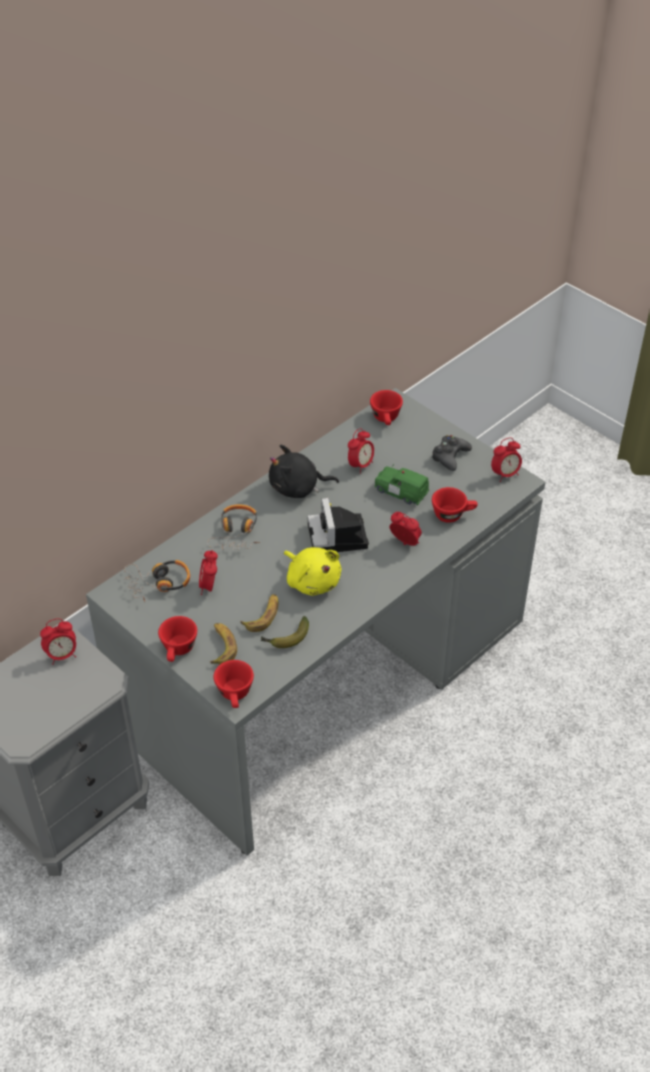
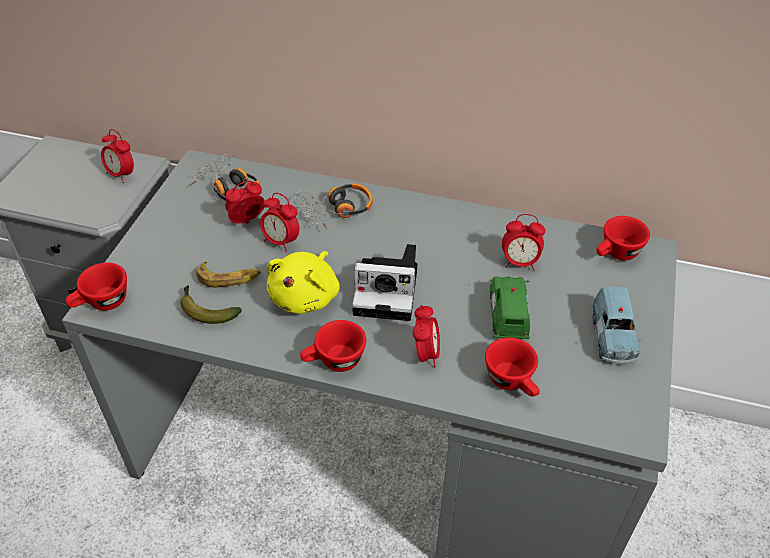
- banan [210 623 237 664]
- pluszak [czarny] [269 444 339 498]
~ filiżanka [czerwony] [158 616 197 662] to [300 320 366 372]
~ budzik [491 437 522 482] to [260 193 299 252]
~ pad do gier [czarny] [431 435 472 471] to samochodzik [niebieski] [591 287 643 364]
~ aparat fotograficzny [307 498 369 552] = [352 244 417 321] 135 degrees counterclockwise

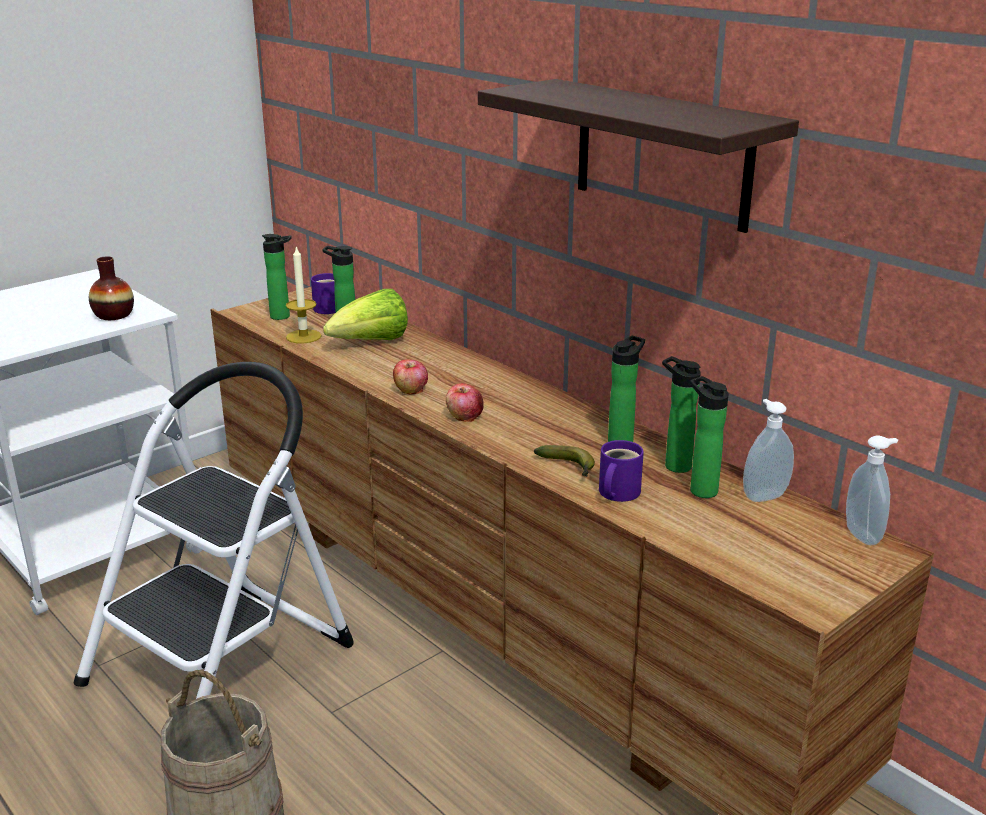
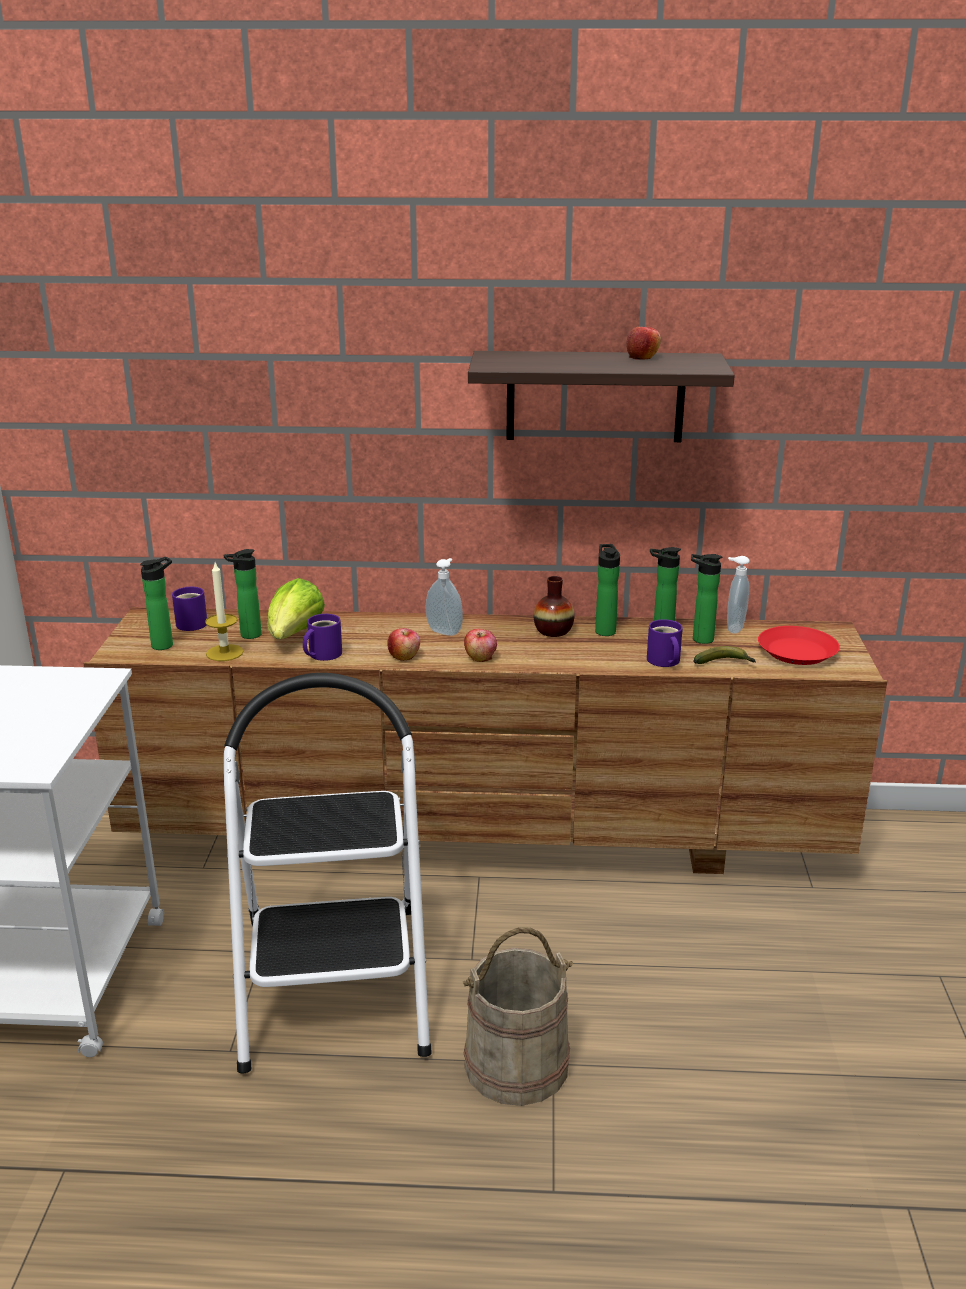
+ kubek [fioletowy] [303 614 342 661]
+ jabłko [626 327 661 360]
+ talerz [czerwony] [758 626 840 665]
~ wazon [89 256 134 320] to [533 576 575 637]
~ banan [534 445 595 477] to [693 646 756 664]
~ dozownik mydła [846 436 898 545] to [426 558 463 636]

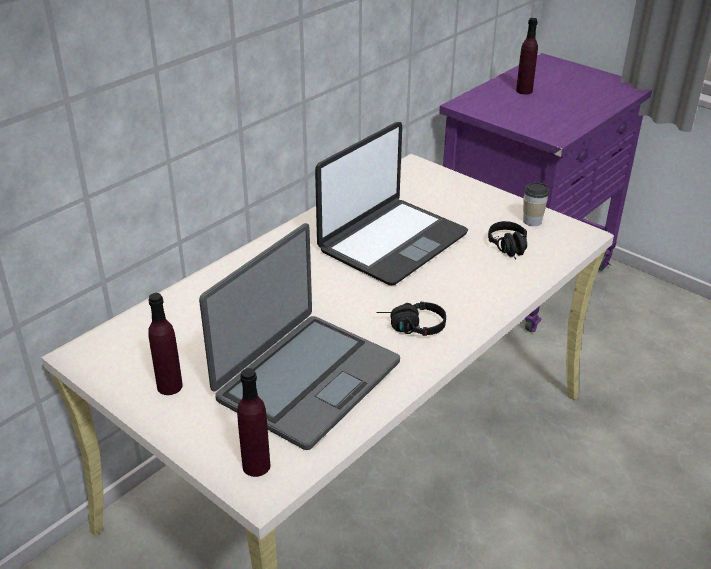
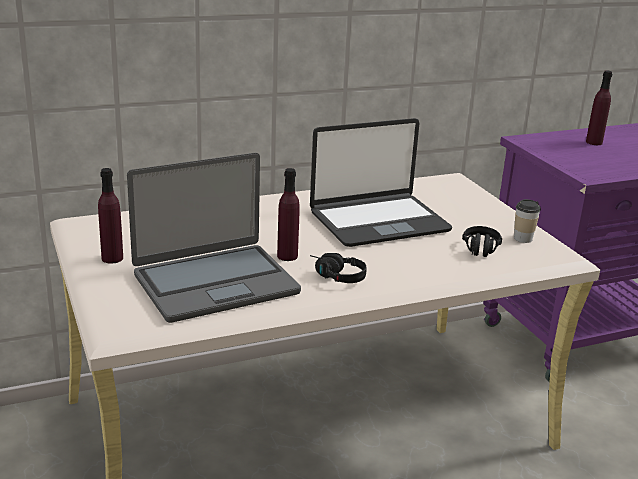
~ butelka [fioletowy] [237 368 270 477] to [277 168 300 261]

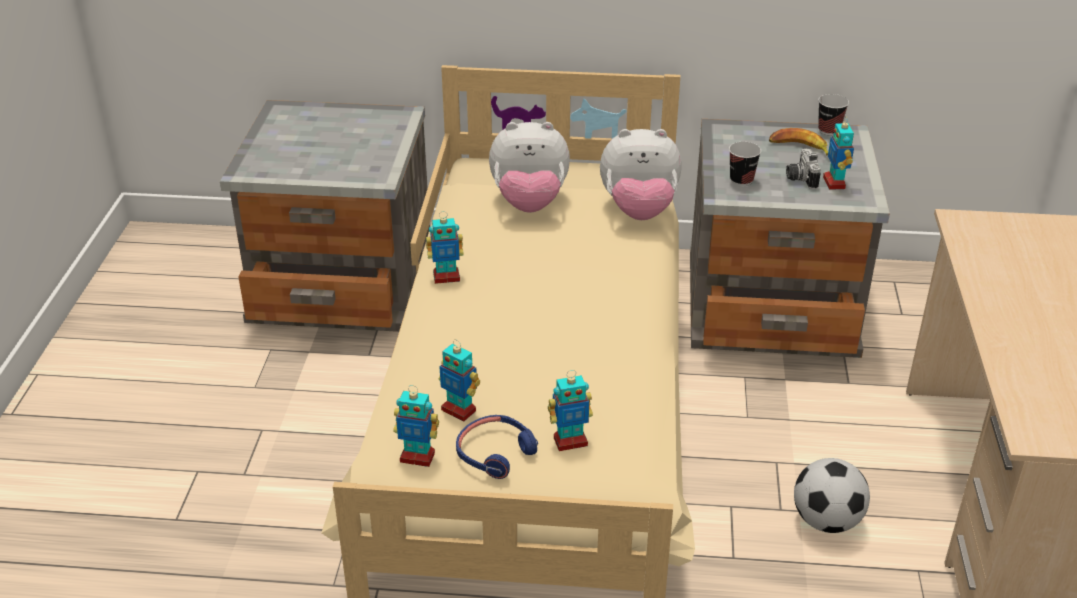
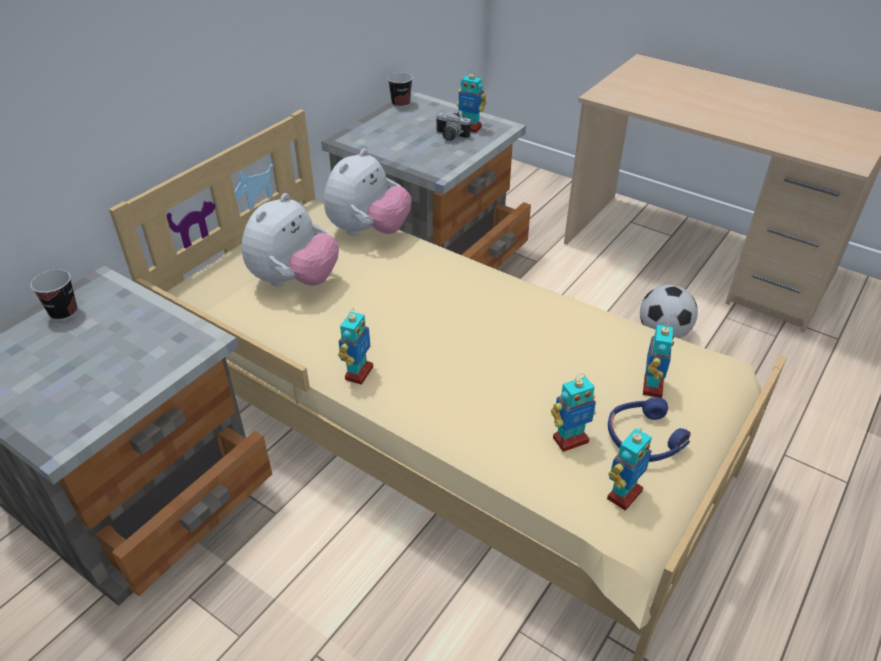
- banan [769 128 828 156]
~ filiżanka [729 142 761 186] to [31 270 77 321]

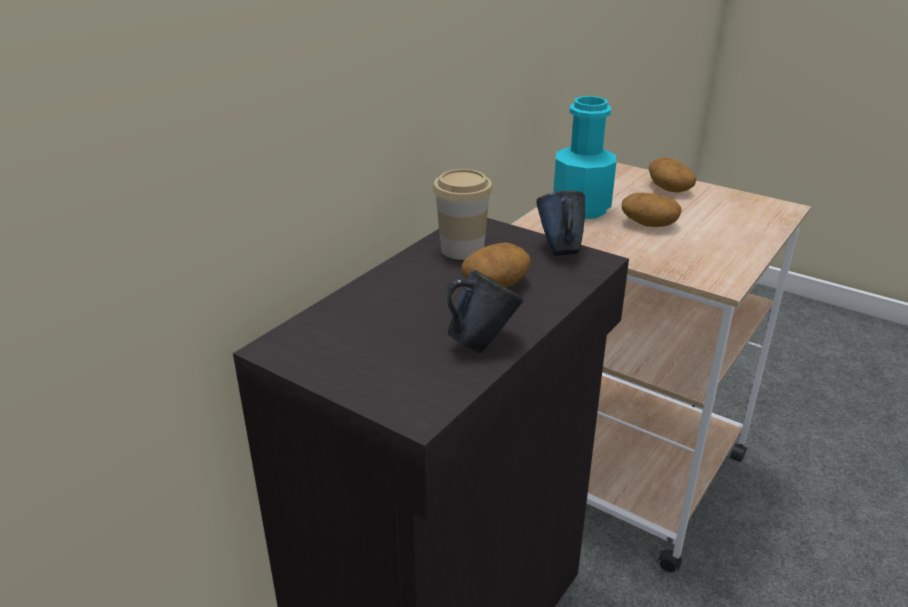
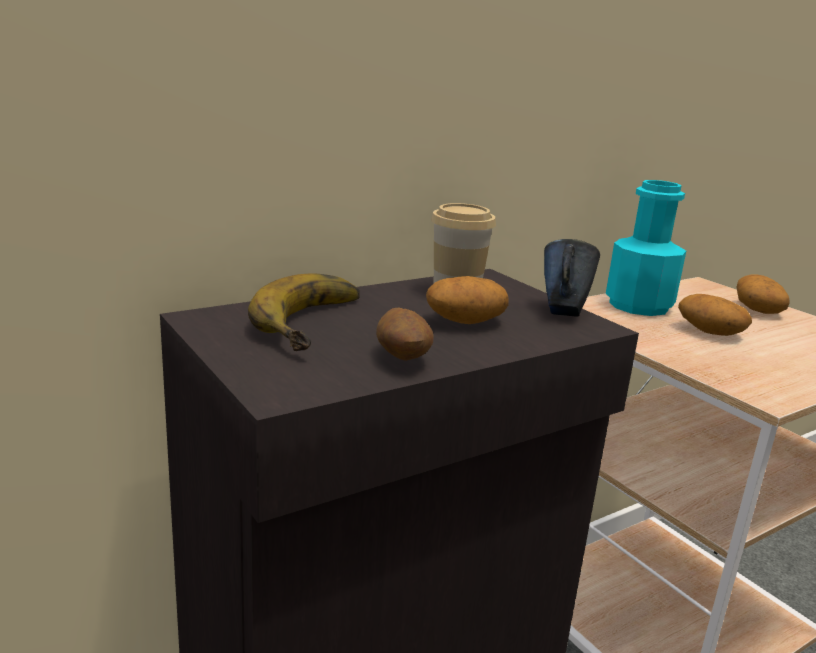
+ banan [248 273 360 351]
~ kubek [niebieski] [445 269 524 353] to ziemniak [376 307 434 361]

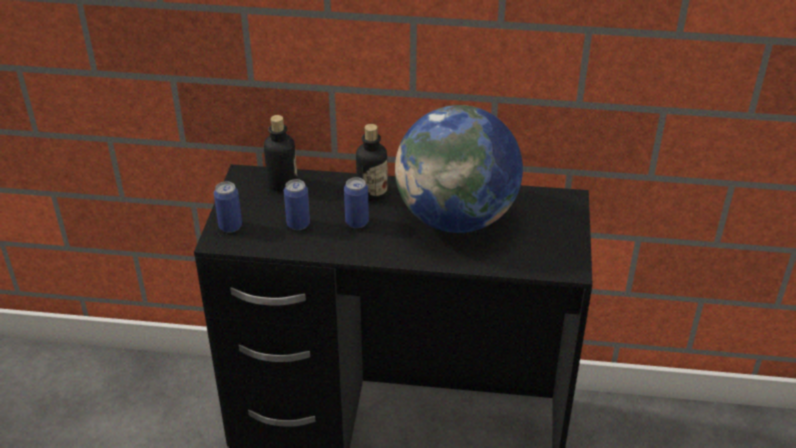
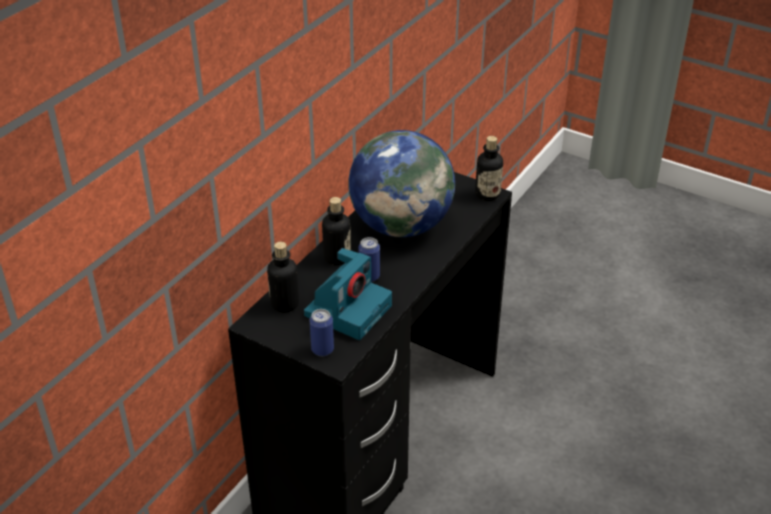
+ butelka [475 136 503 201]
~ puszka [284 179 310 230] to aparat fotograficzny [304 248 392 340]

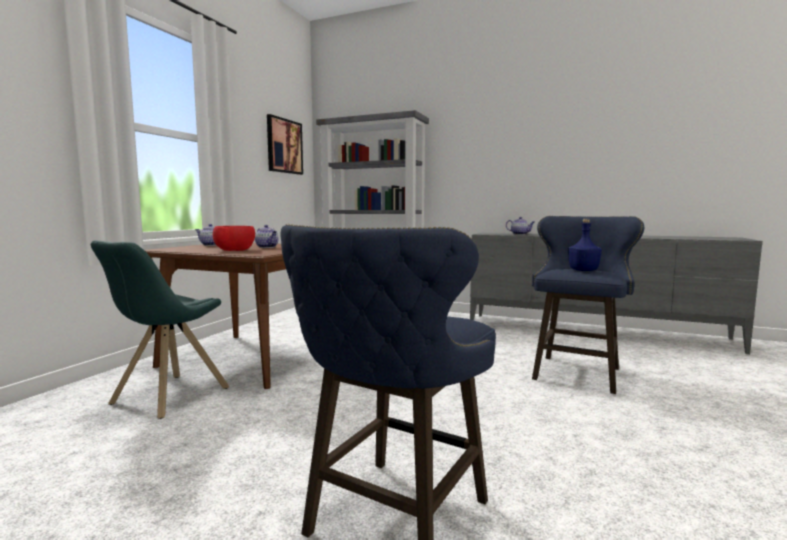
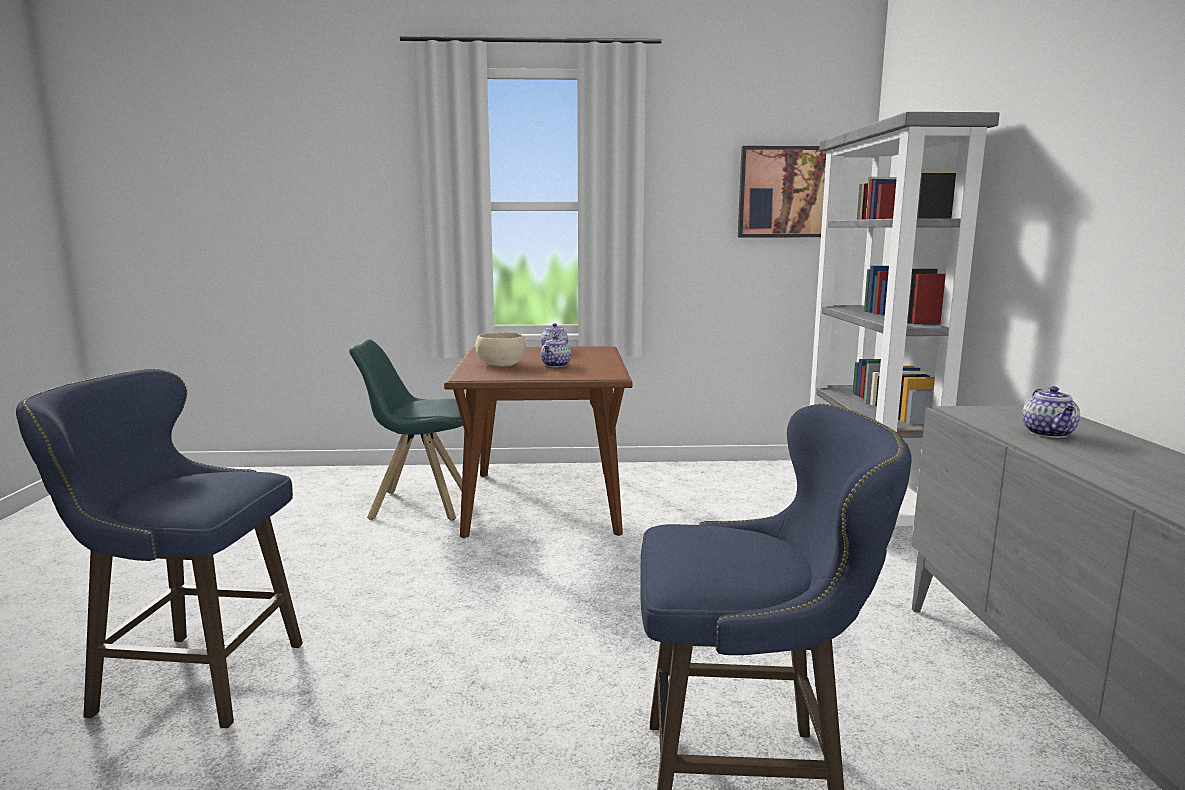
- butelka [niebieski] [568 219 602 271]
~ miska [czerwony] [213 226 255 251] to miska [beżowy] [476 332 526 367]

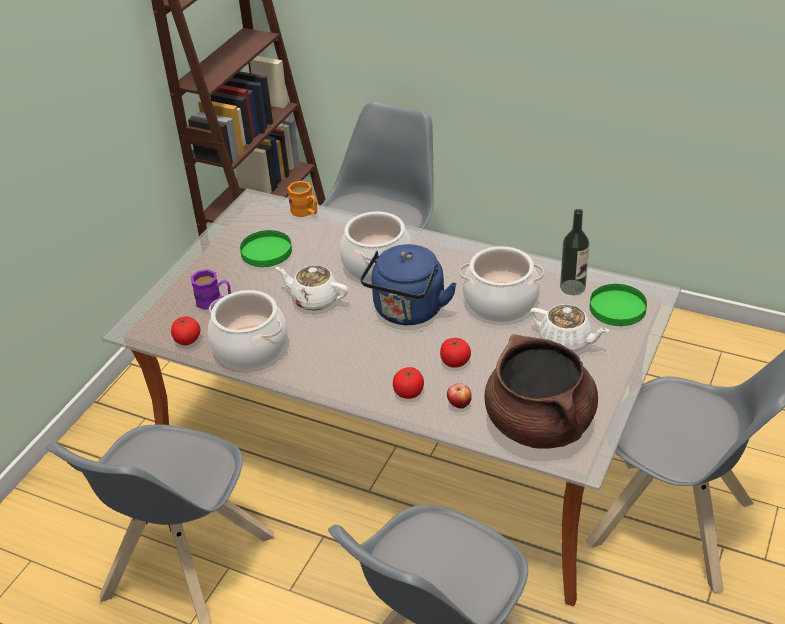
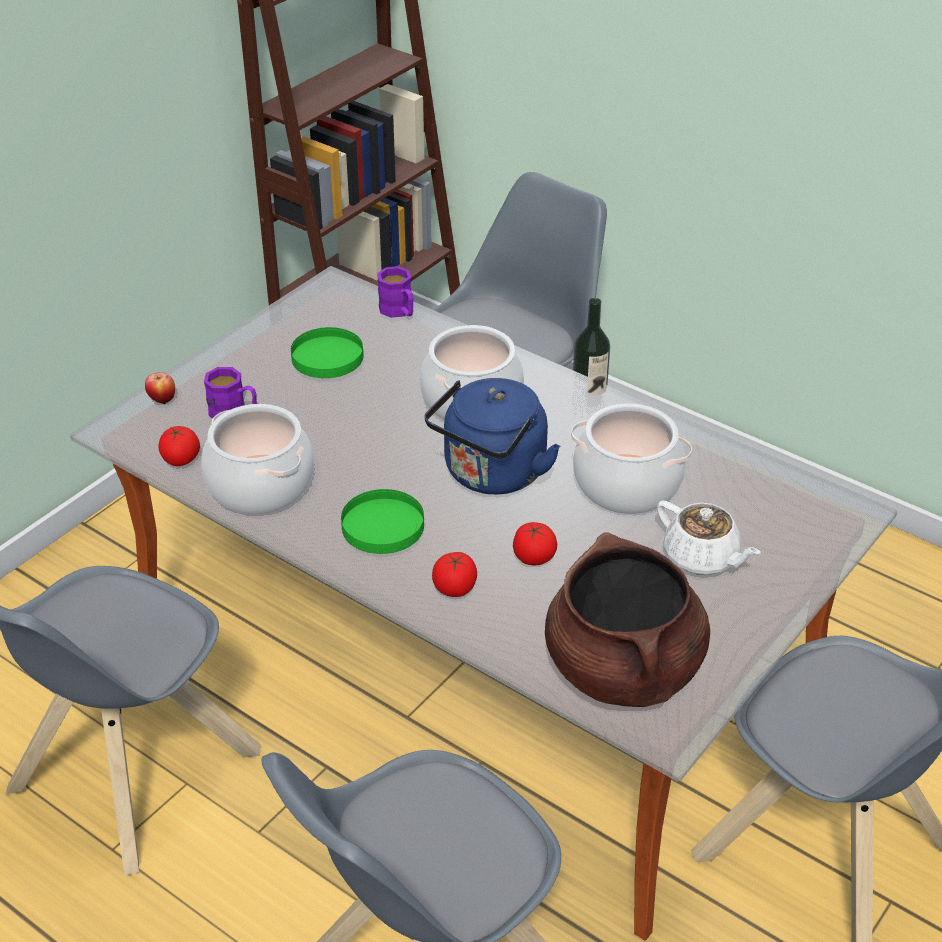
- imbryk [biały] [275 265 348 311]
~ jabłko [447 383 472 408] to [145 372 175 404]
~ butelka [560 209 589 295] to [571 298 610 418]
~ talerz [zielony] [589 284 647 326] to [341 489 424 554]
~ kubek [pomarańczowy] [287 181 317 217] to kubek [fioletowy] [377 266 413 318]

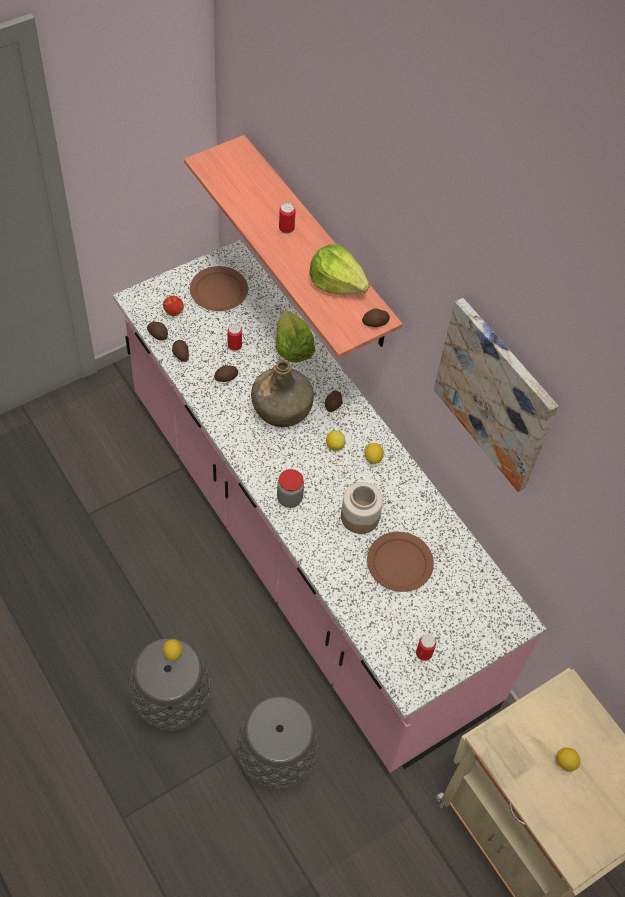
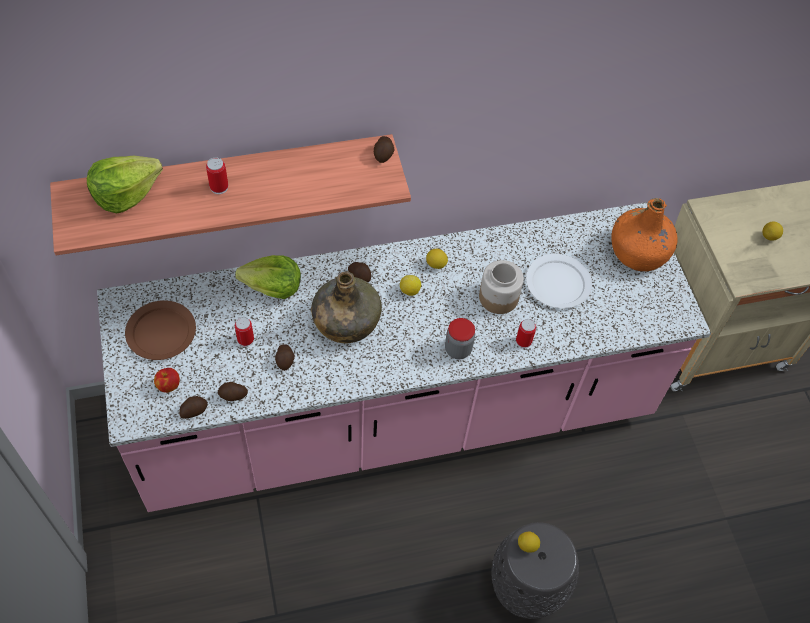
- stołek [szary] [237 696 320 790]
- obraz [434 298 558 492]
+ butelka [pomarańczowy] [611 198 678 271]
~ sałata [309 244 370 295] to [87 156 163 214]
~ puszka [416 634 436 661] to [516 319 536 348]
~ talerz [brązowy] [367 532 434 592] to talerz [biały] [526 254 592 309]

